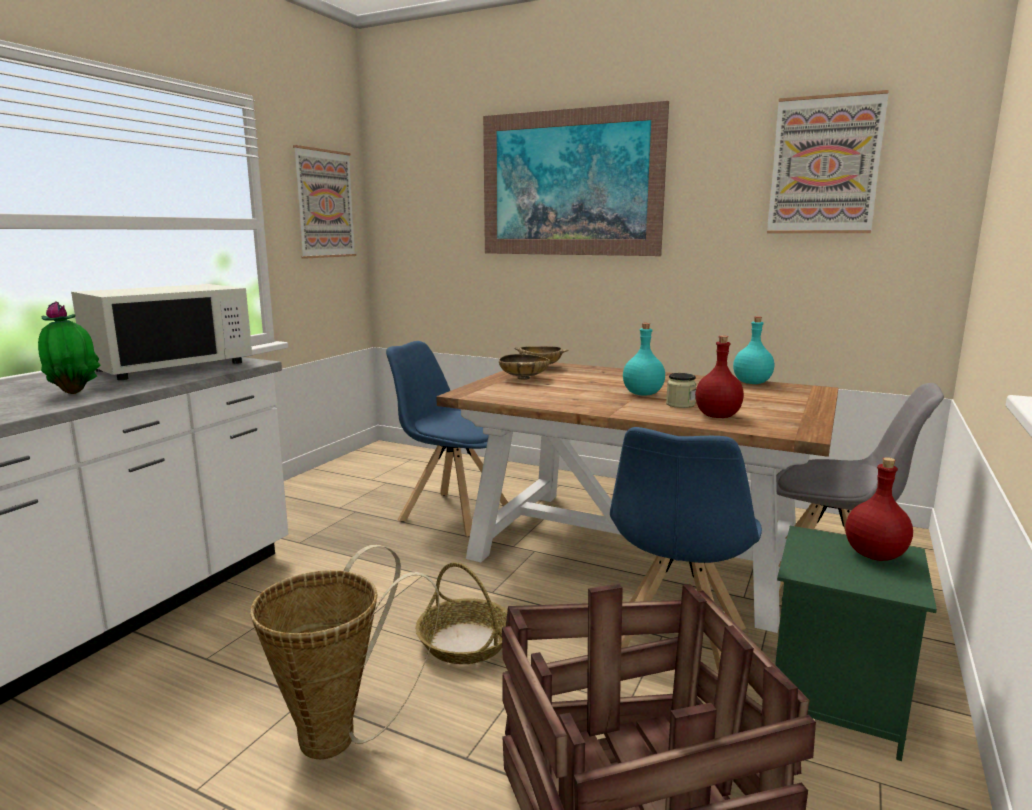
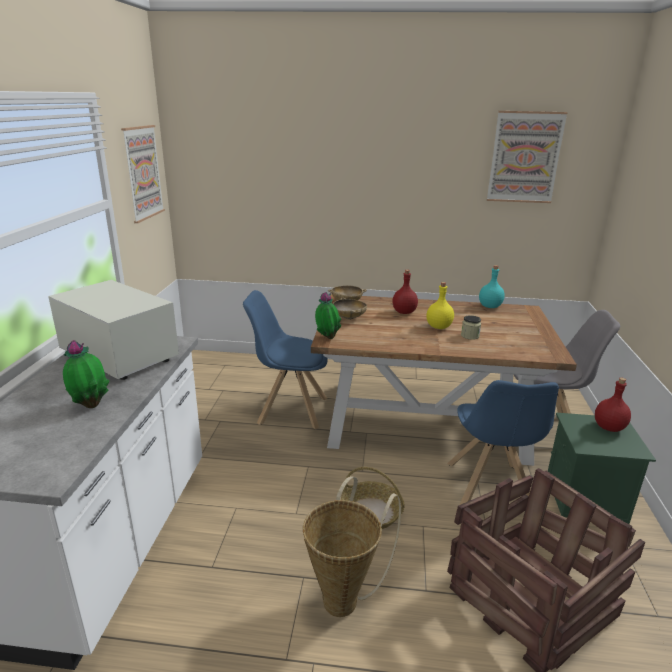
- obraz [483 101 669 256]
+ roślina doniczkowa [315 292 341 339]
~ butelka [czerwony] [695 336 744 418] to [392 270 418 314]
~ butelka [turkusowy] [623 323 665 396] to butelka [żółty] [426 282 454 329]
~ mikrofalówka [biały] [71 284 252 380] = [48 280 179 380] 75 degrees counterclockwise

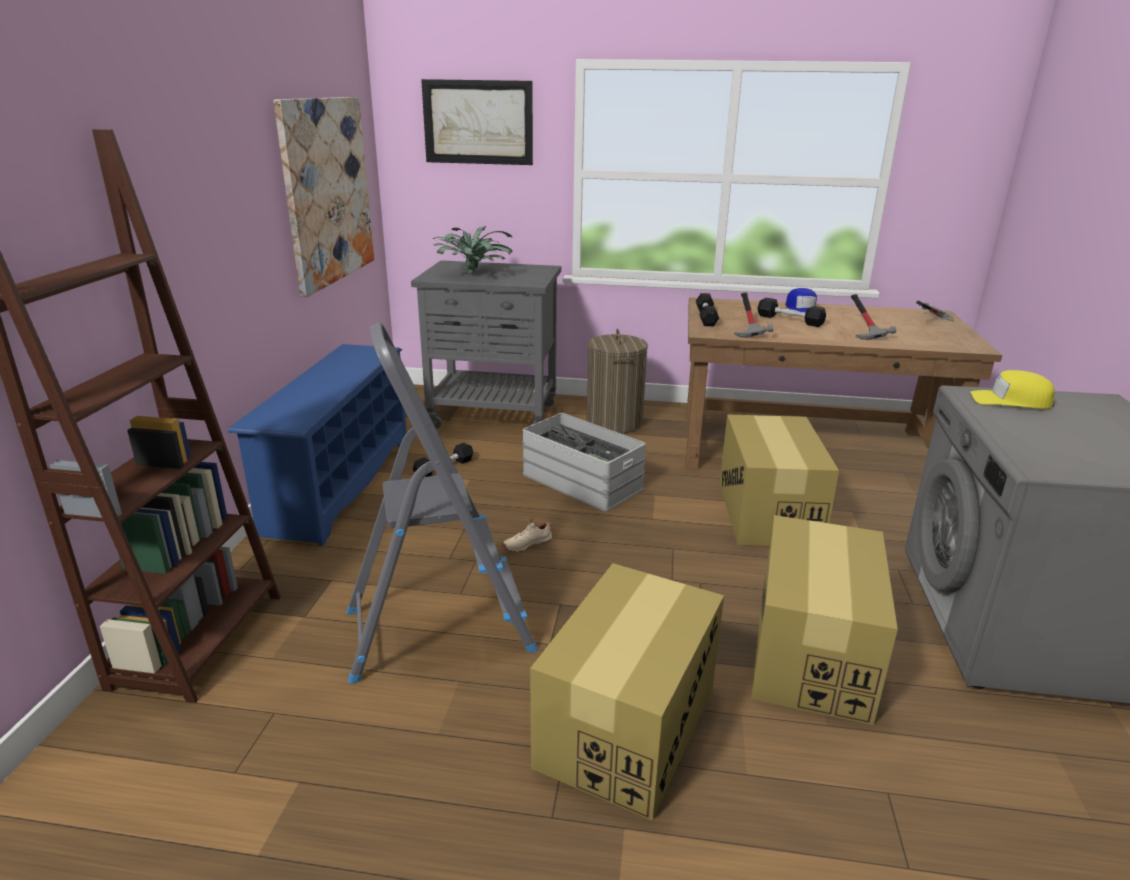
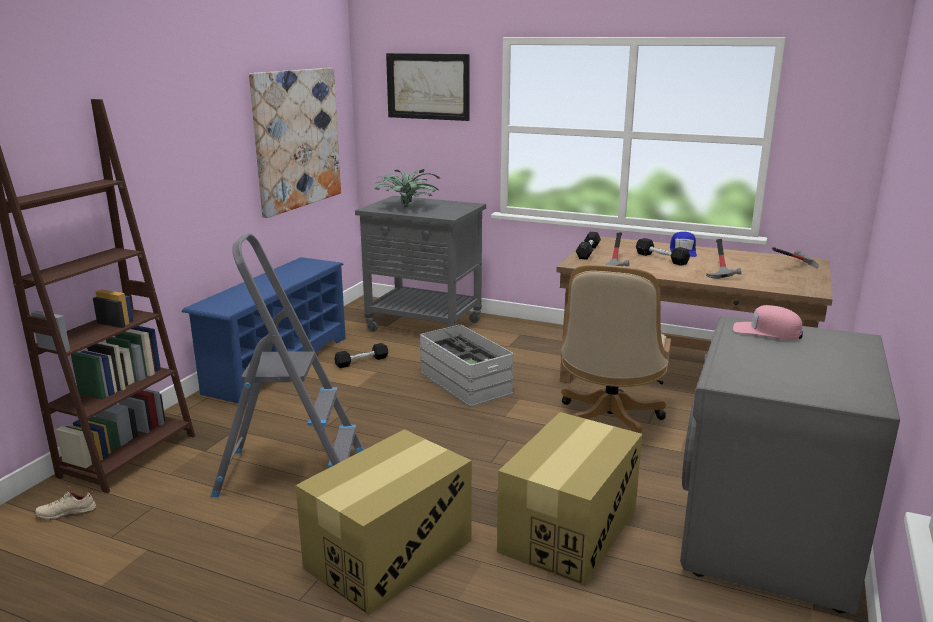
- kosz na pranie [586 329 648 433]
~ but [beżowy] [502 517 552 553] to [35 486 96 520]
~ karton [720 414 839 546] to krzesło biurowe [beżowy] [561 264 671 433]
~ czapka z daszkiem [żółty] [970 370 1055 409] to czapka z daszkiem [różowy] [733 305 803 340]

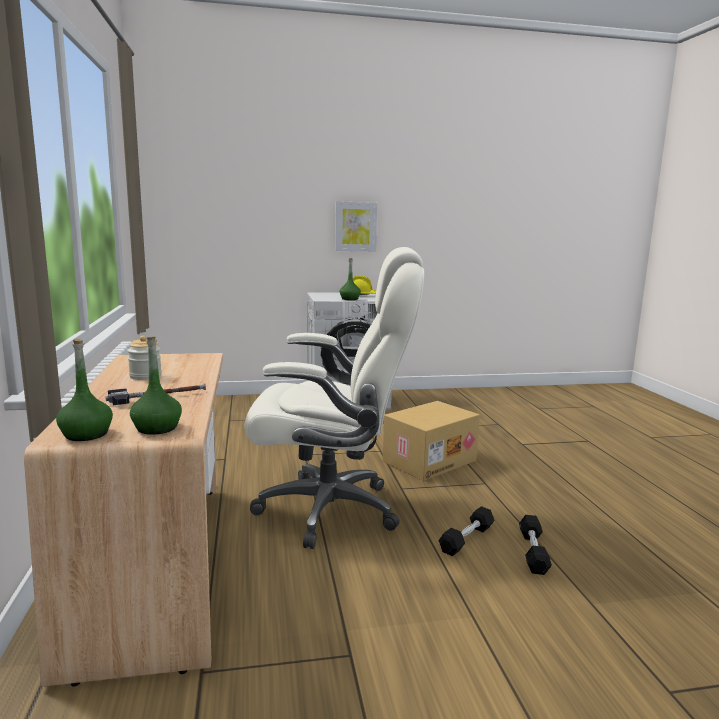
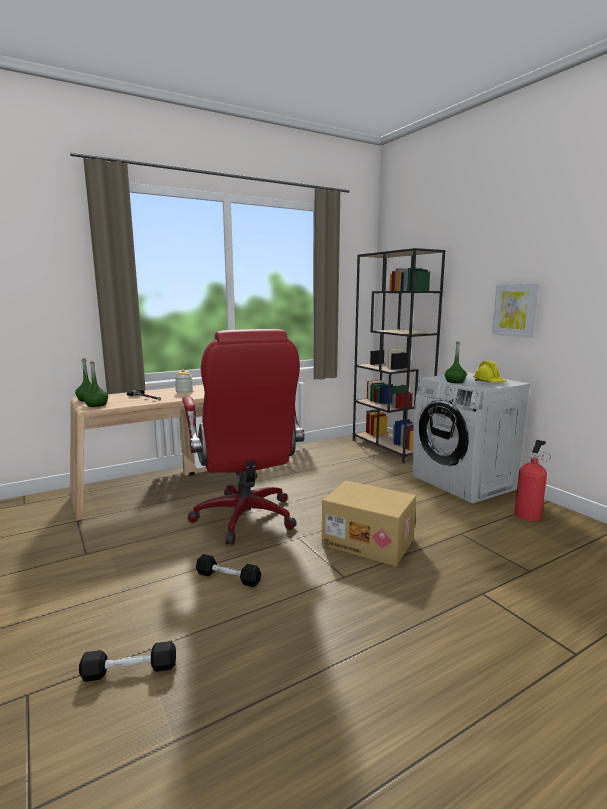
+ regał [353 248 445 463]
+ gaśnica [514 440 551 521]
~ hantel [czarny] [519 515 552 575] to [79 641 176 682]
~ krzesło biurowe [biały] [245 247 424 549] to krzesło biurowe [czerwony] [182 329 305 545]

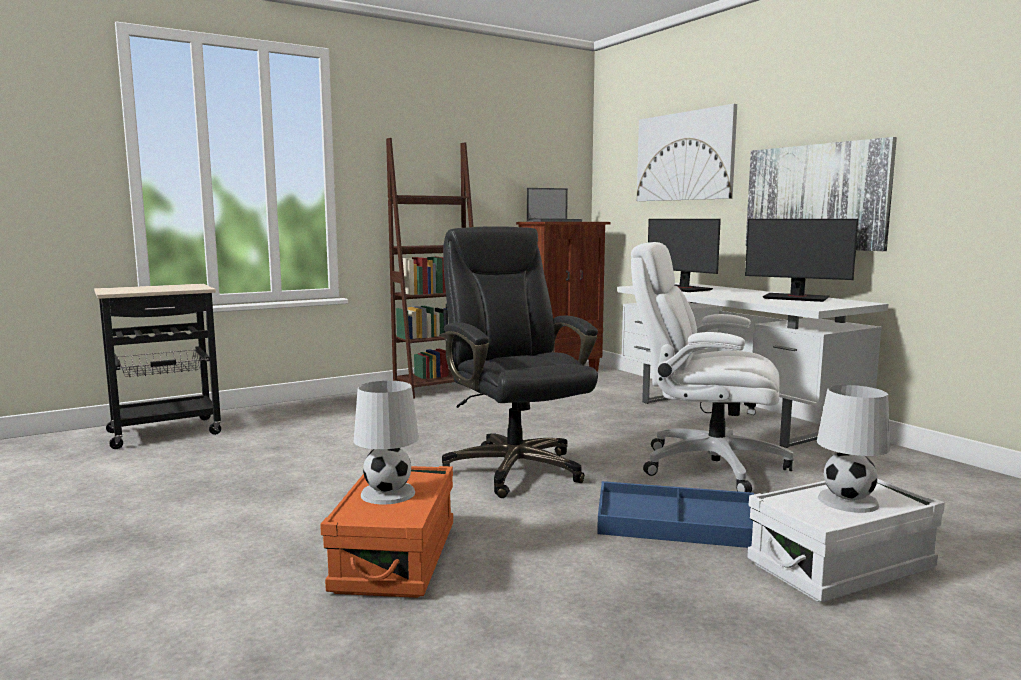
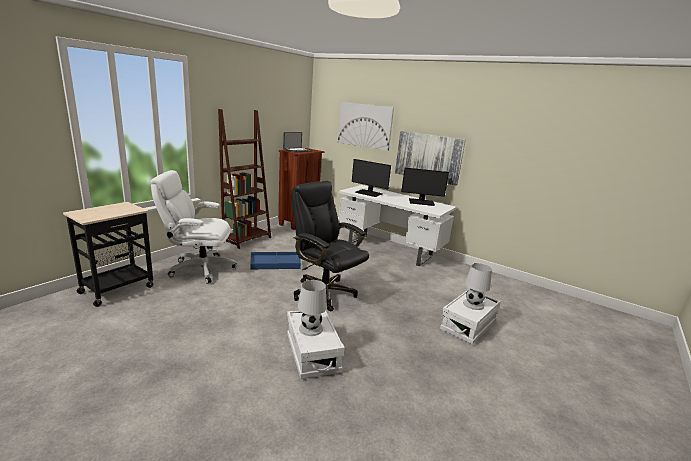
~ pojemnik do przechowywania [niebieski] [597 481 754 548] to [250 252 301 269]
~ krzesło biurowe [biały] [631 242 794 492] to [151 170 237 284]
~ pojemnik do przechowywania [pomarańczowy] [320 466 453 598] to pojemnik do przechowywania [biały] [287 311 345 379]

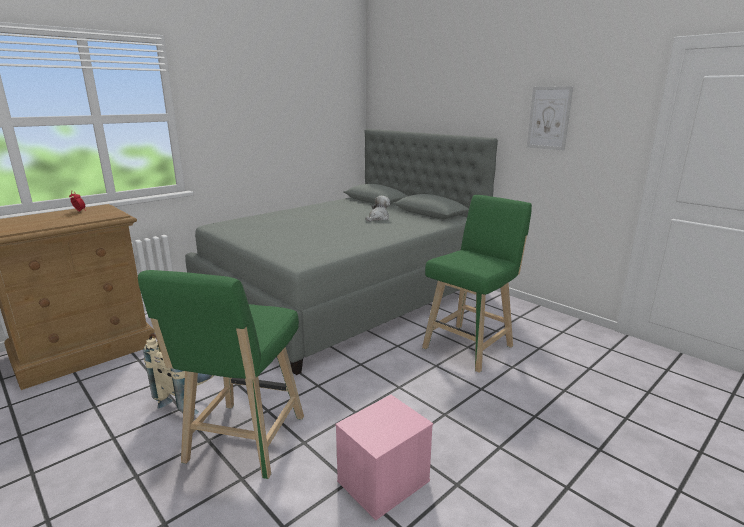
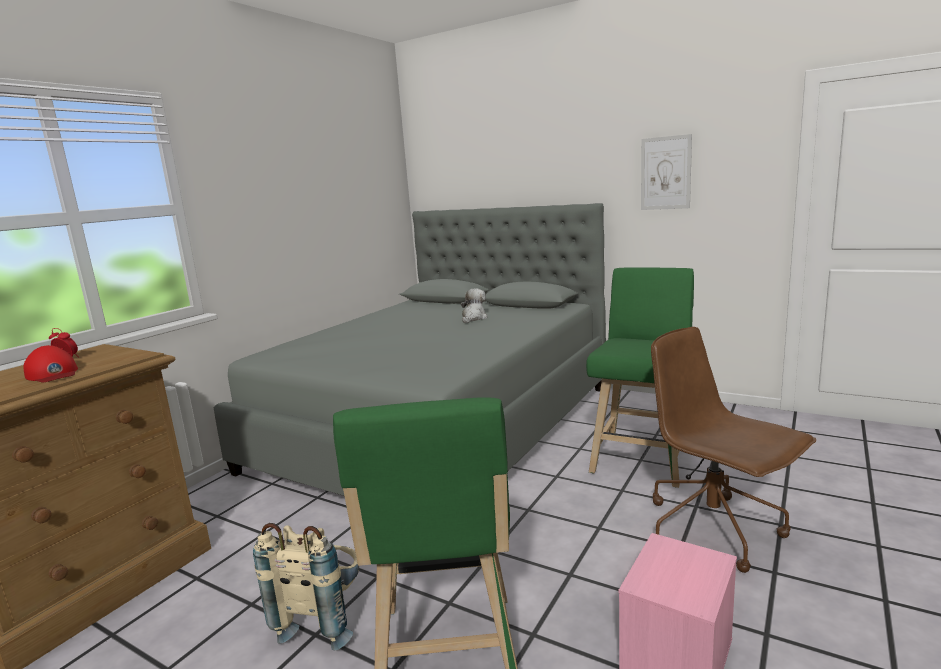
+ czapka z daszkiem [czerwony] [24 345 78 382]
+ krzesło biurowe [brązowy] [651 327 816 573]

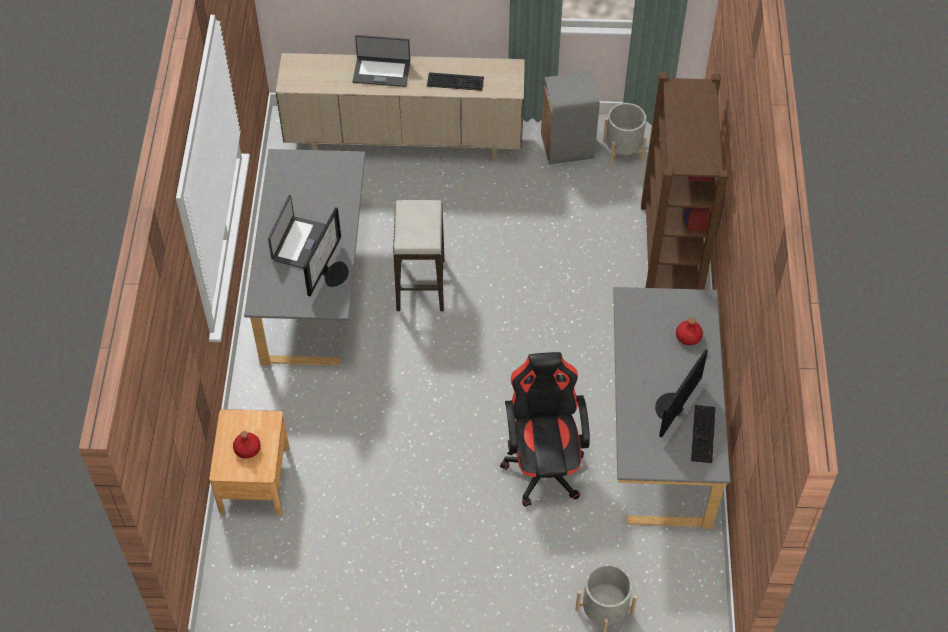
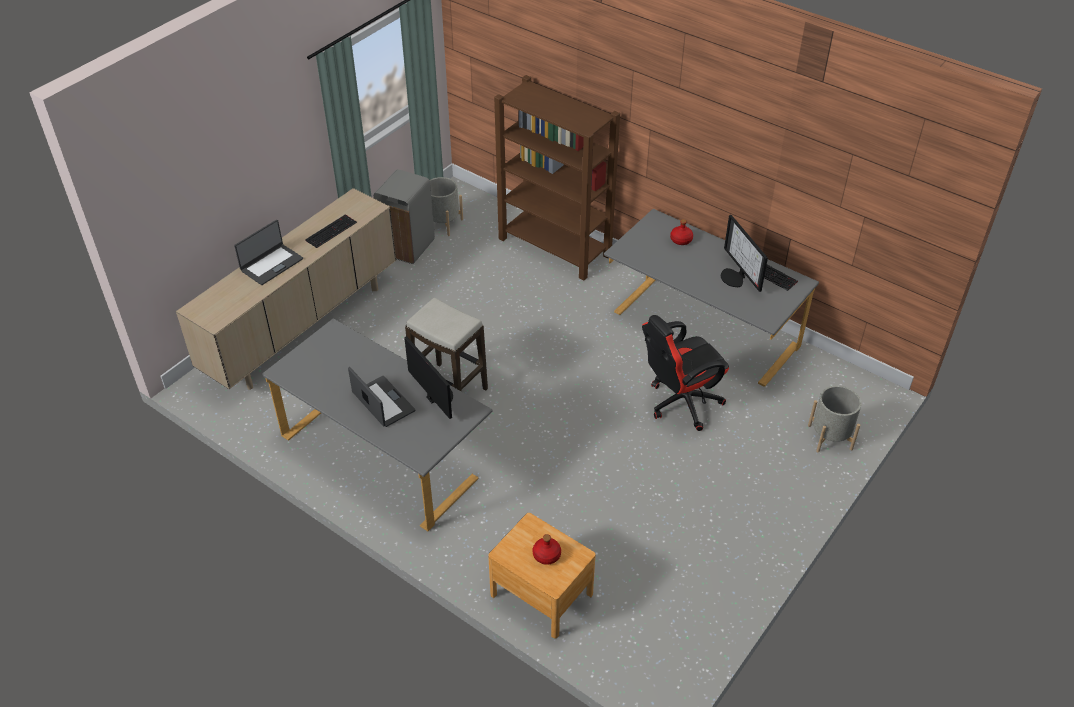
~ krzesło biurowe [czarny] [500 352 590 507] = [642 315 729 431] 60 degrees counterclockwise

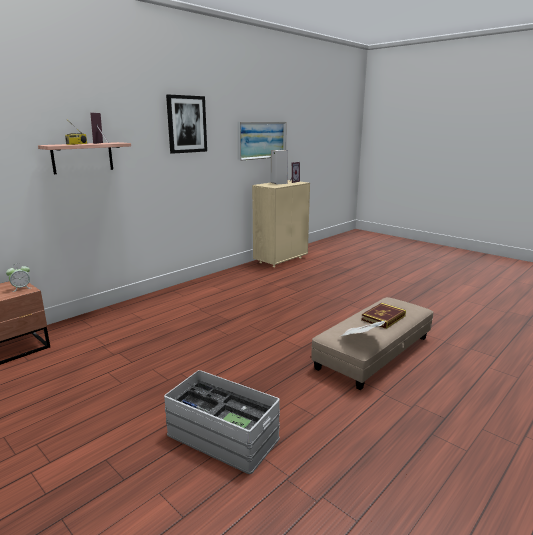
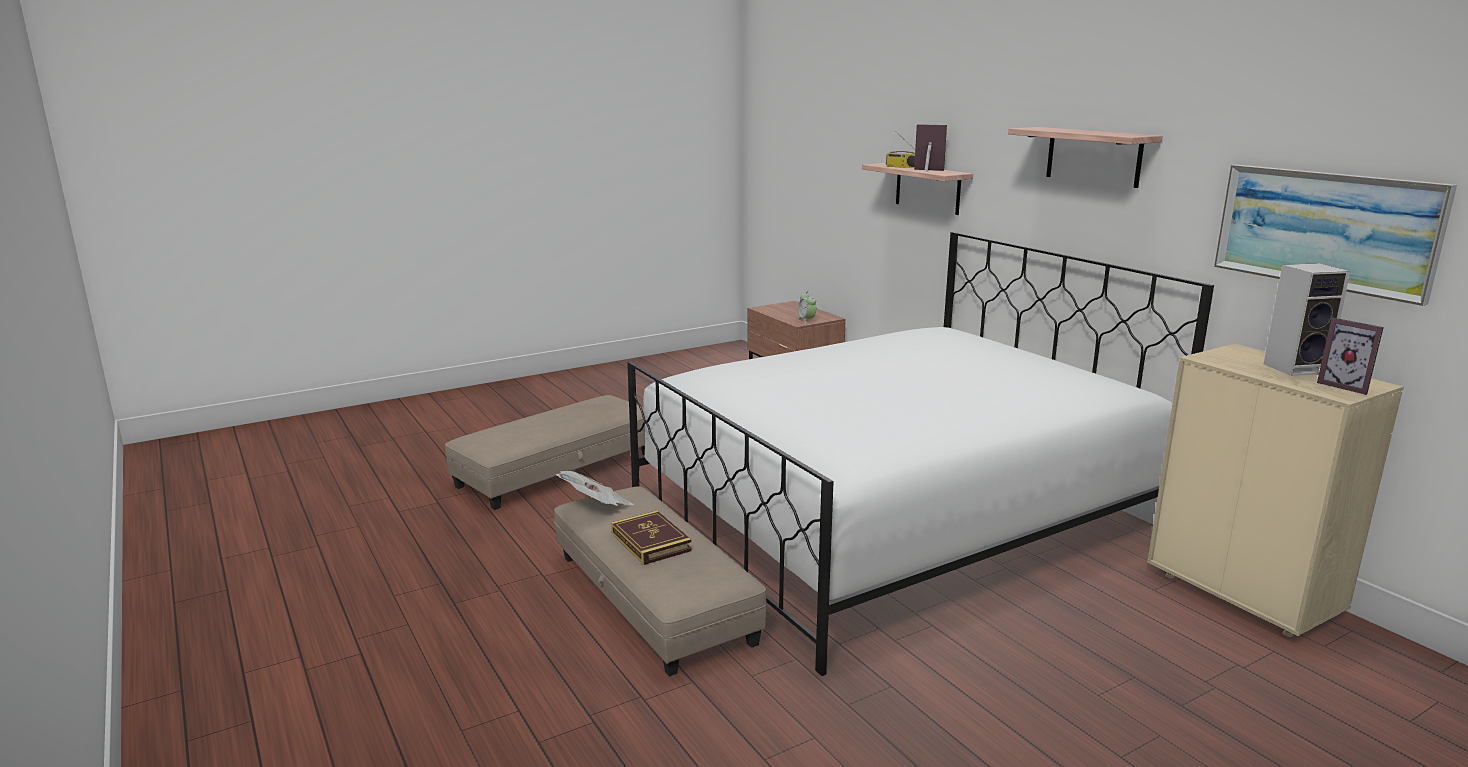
+ łóżko [biały] [627 232 1214 676]
~ pojemnik do przechowywania [szary] [164 370 280 474] to pufa [beżowy] [445 395 645 510]
~ obraz [166 95 207 154] to półka [1008 127 1163 188]

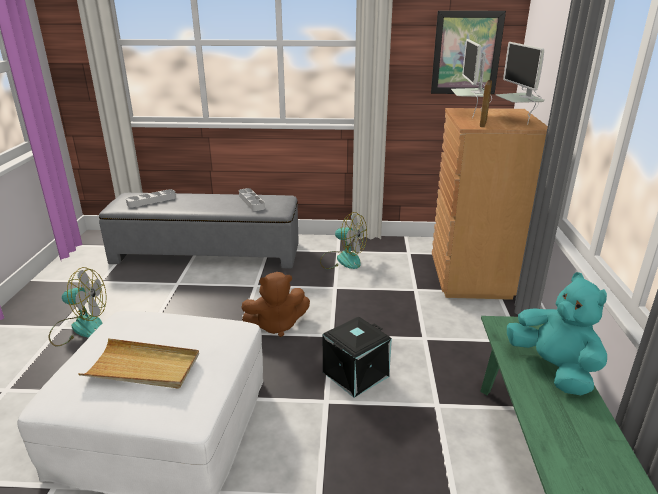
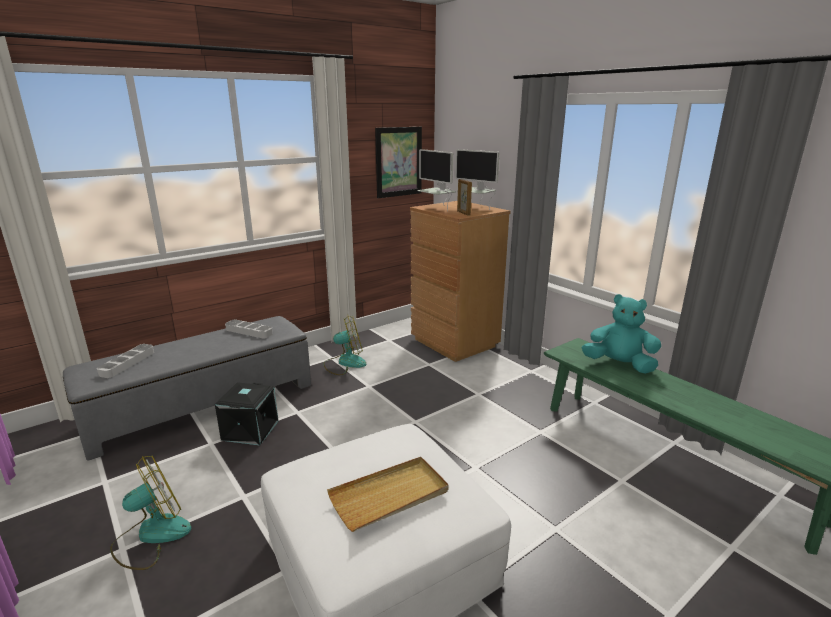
- pluszak [brązowy] [242 272 310 337]
~ pojemnik do przechowywania [czarny] [323 316 392 398] to [215 382 279 446]

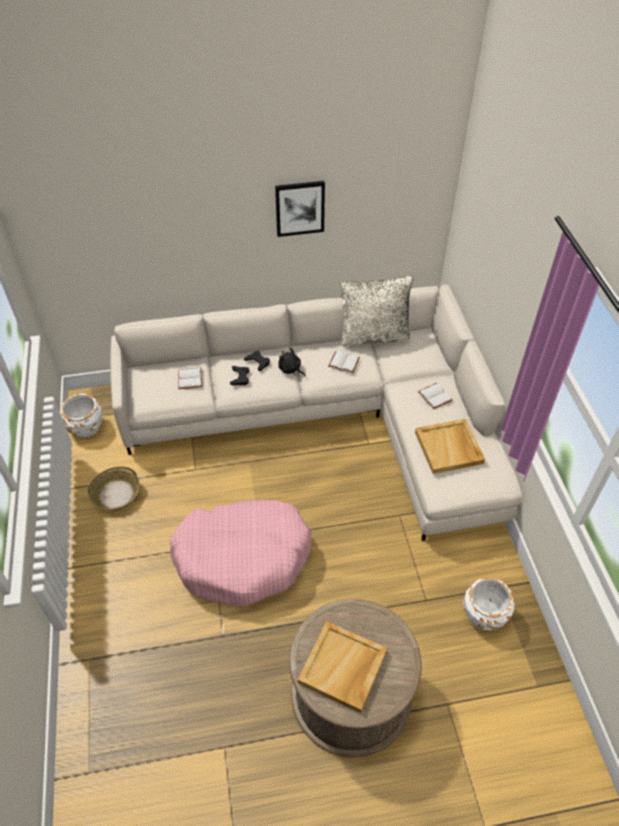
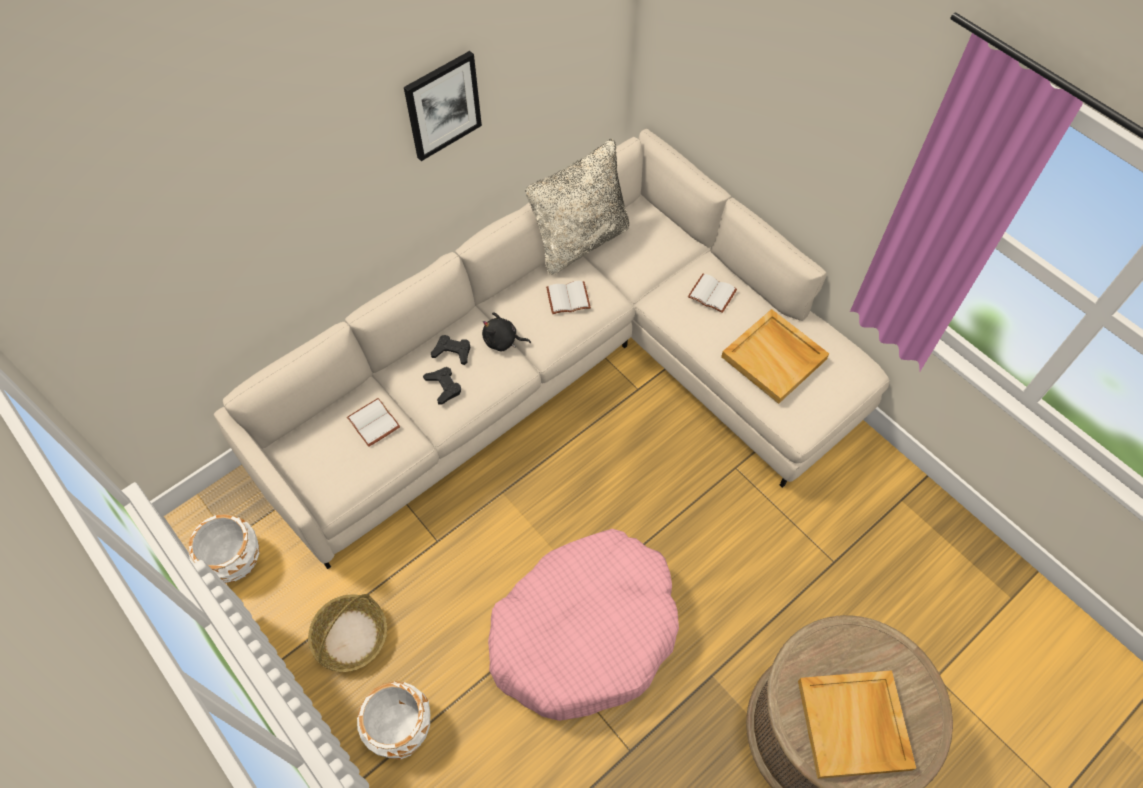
~ donica [biały] [463 577 515 631] to [357 681 430 760]

